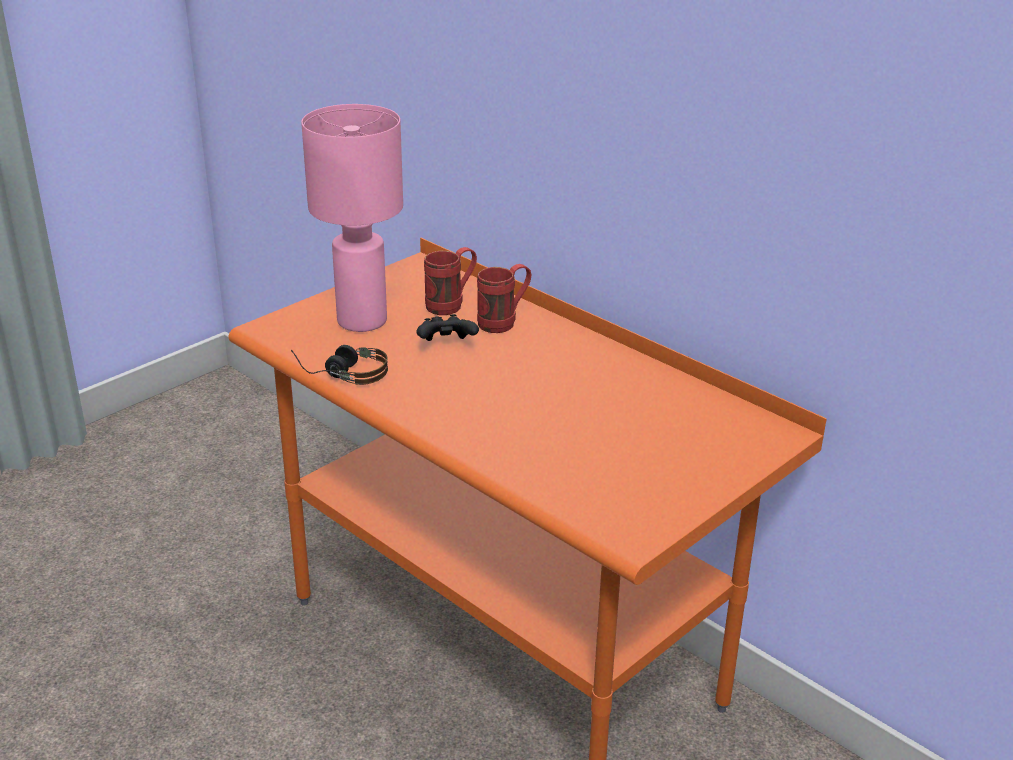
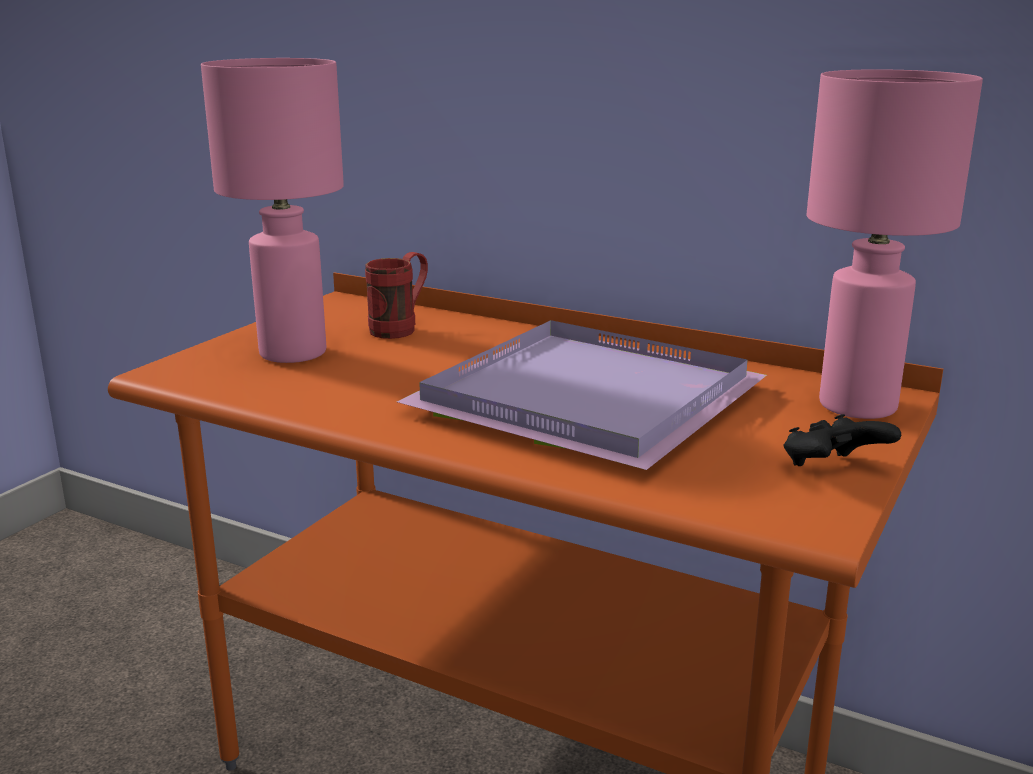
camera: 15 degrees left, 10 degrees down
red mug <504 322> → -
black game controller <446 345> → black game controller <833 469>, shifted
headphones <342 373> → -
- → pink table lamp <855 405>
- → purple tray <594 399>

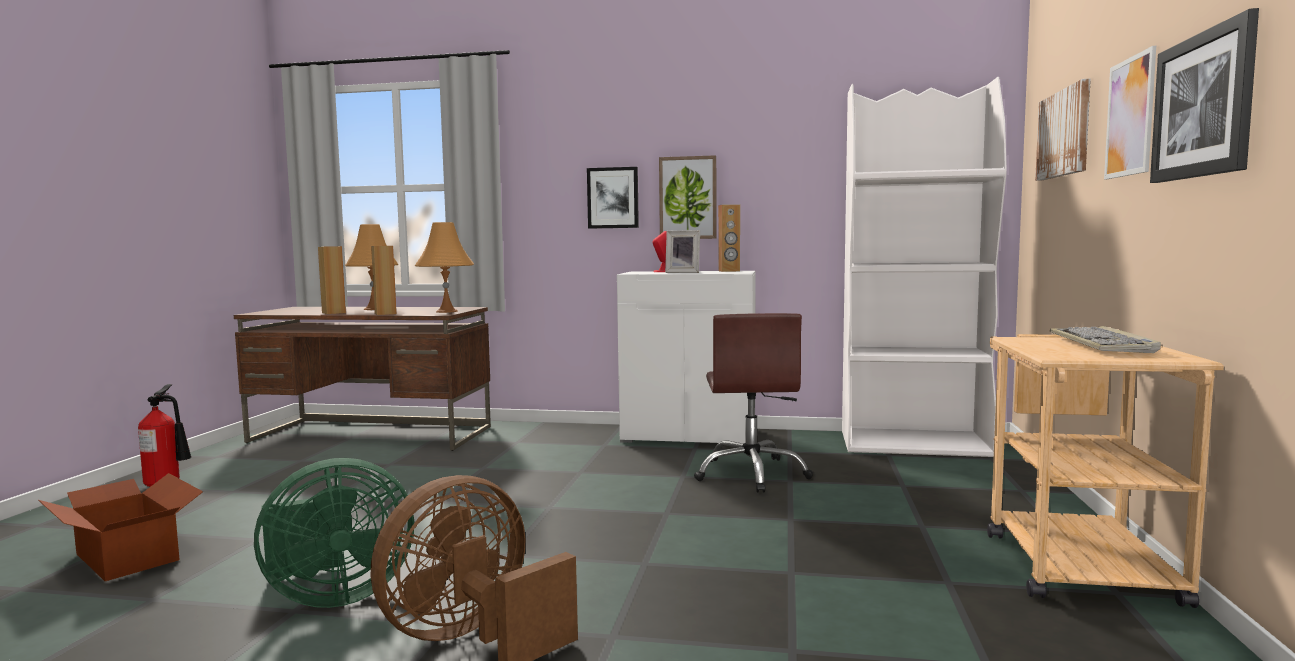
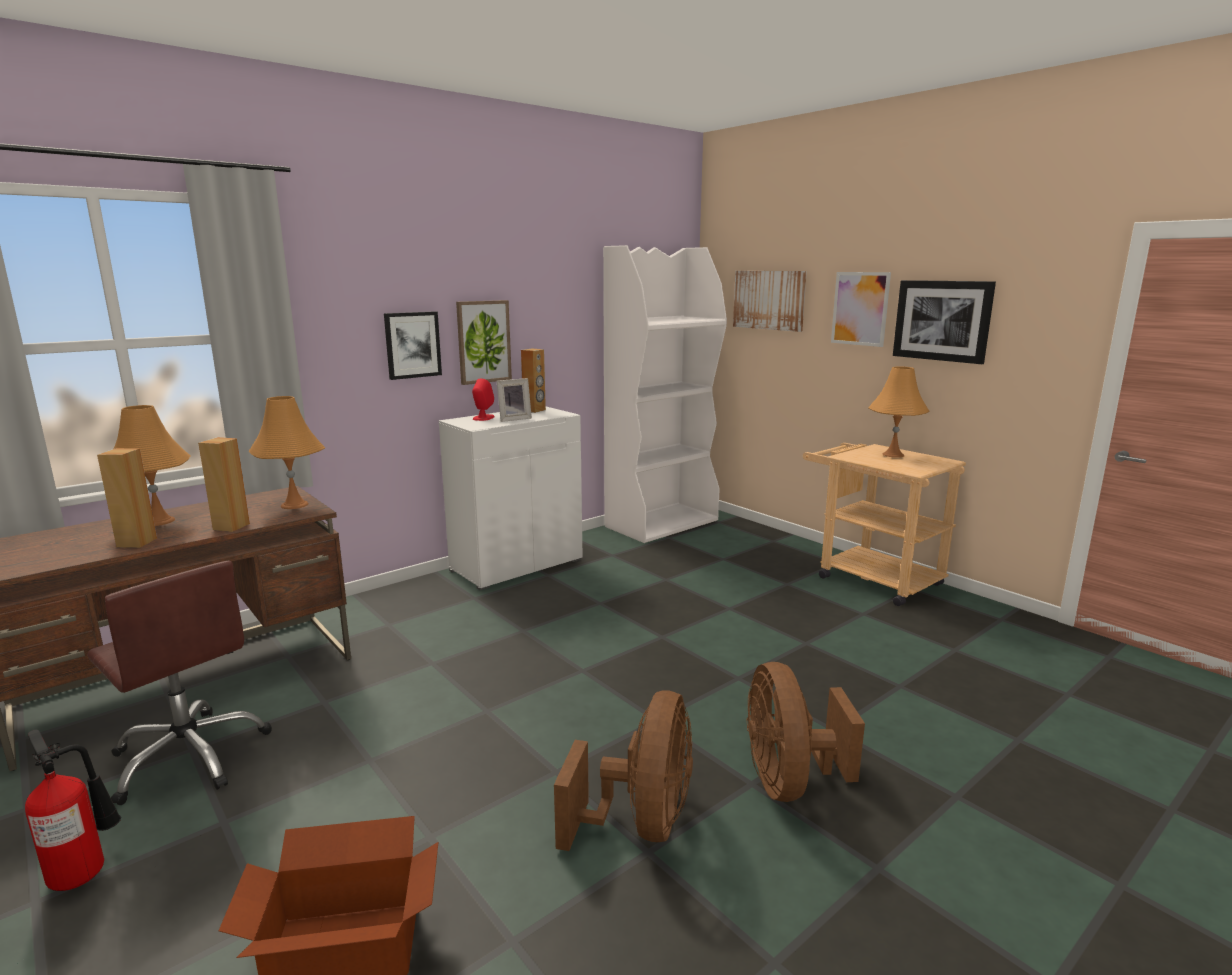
camera: 50 degrees left, 10 degrees up
brown office chair <752 474> → brown office chair <190 756>, shifted
keyboard <1102 344> → orange table lamp <893 455>
green fan <334 596> → brown fan <641 823>

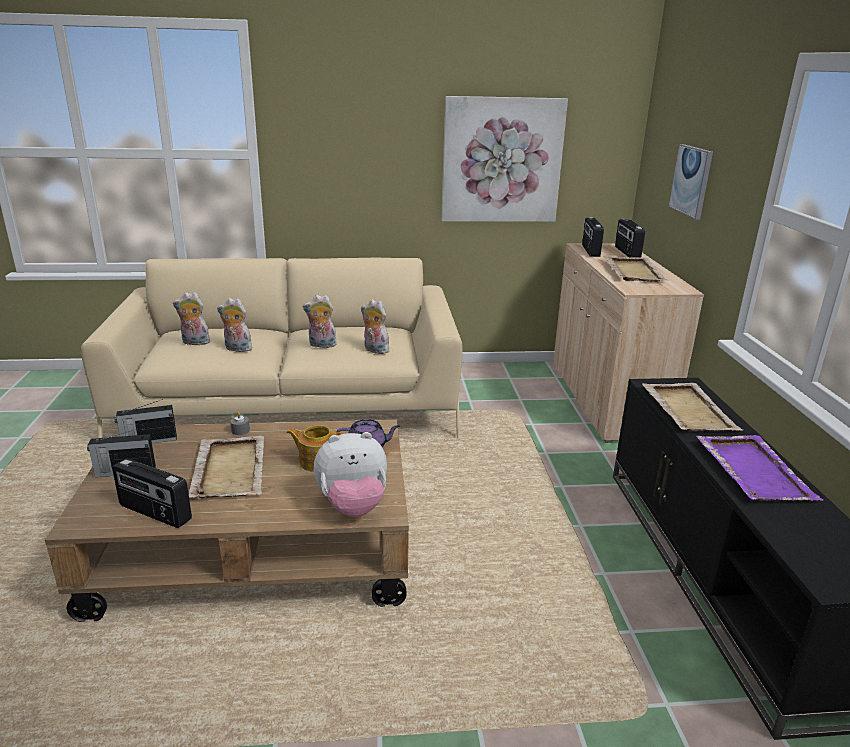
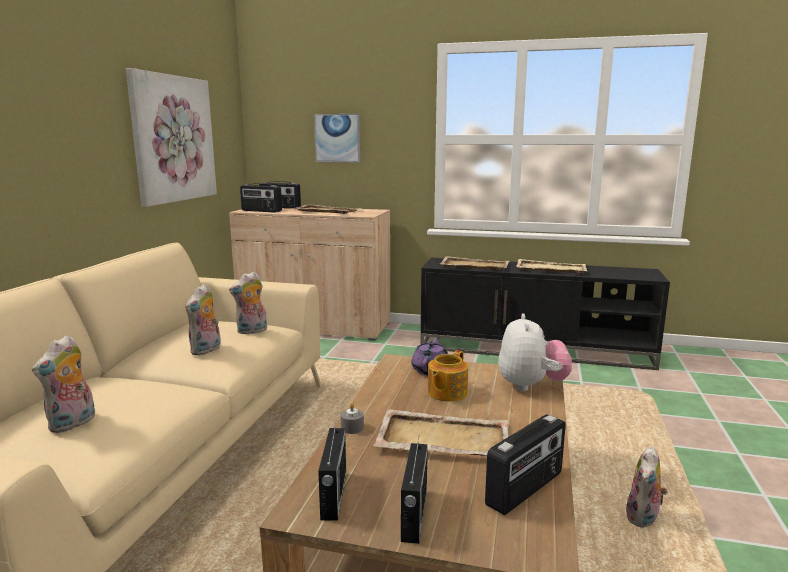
camera: 70 degrees left, 10 degrees down
plush toy <236 349> → plush toy <643 519>, shifted
purple tray <753 470> → beige tray <550 268>

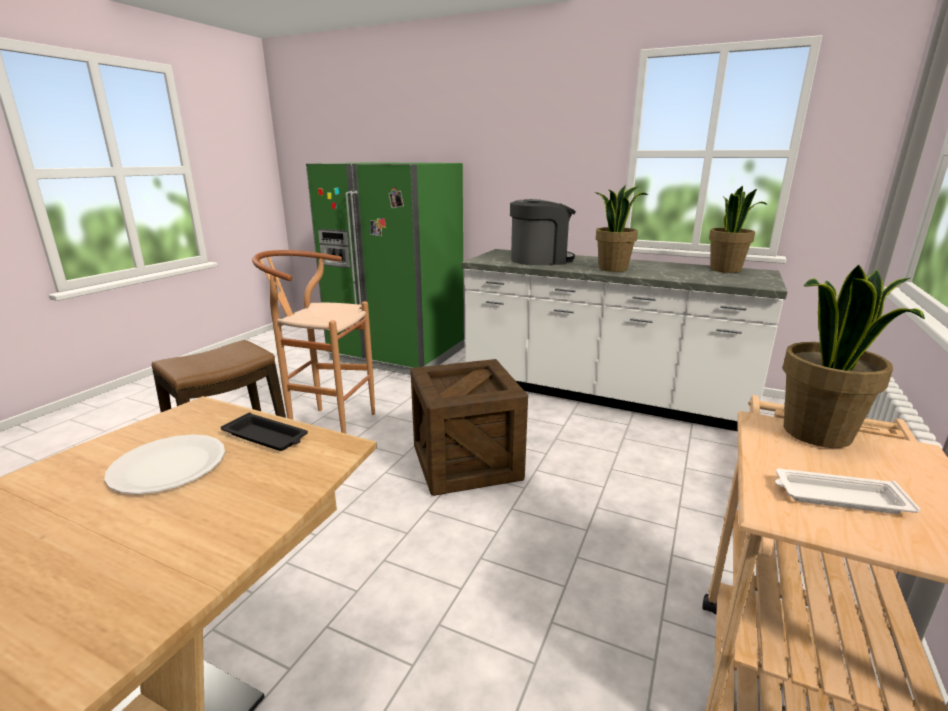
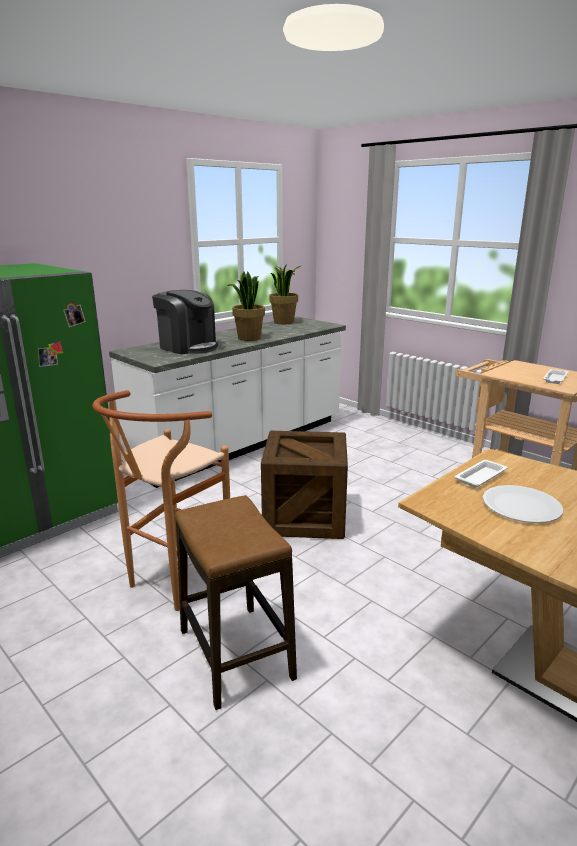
camera: 70 degrees left, 0 degrees up
coffee machine <540 260> → coffee machine <188 347>, 120 degrees clockwise
potted plant <818 433> → -
black tray <266 437> → white tray <481 476>

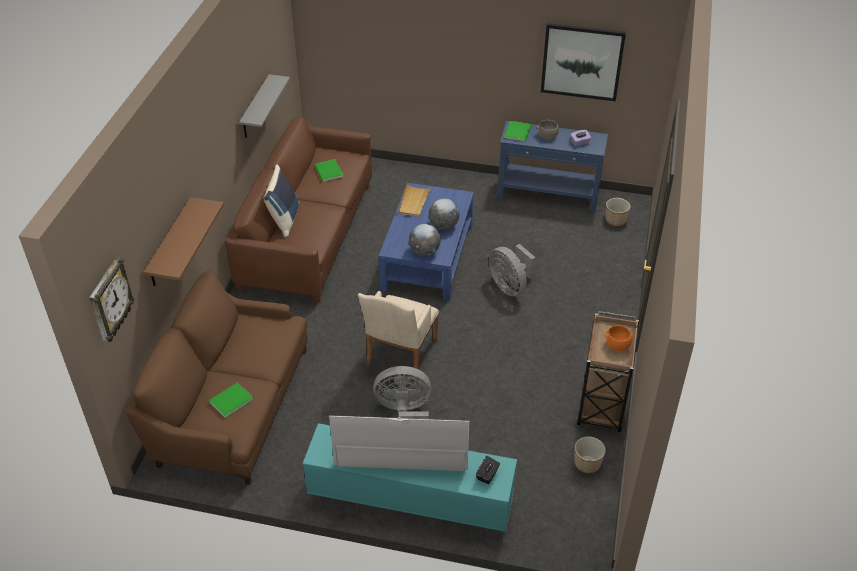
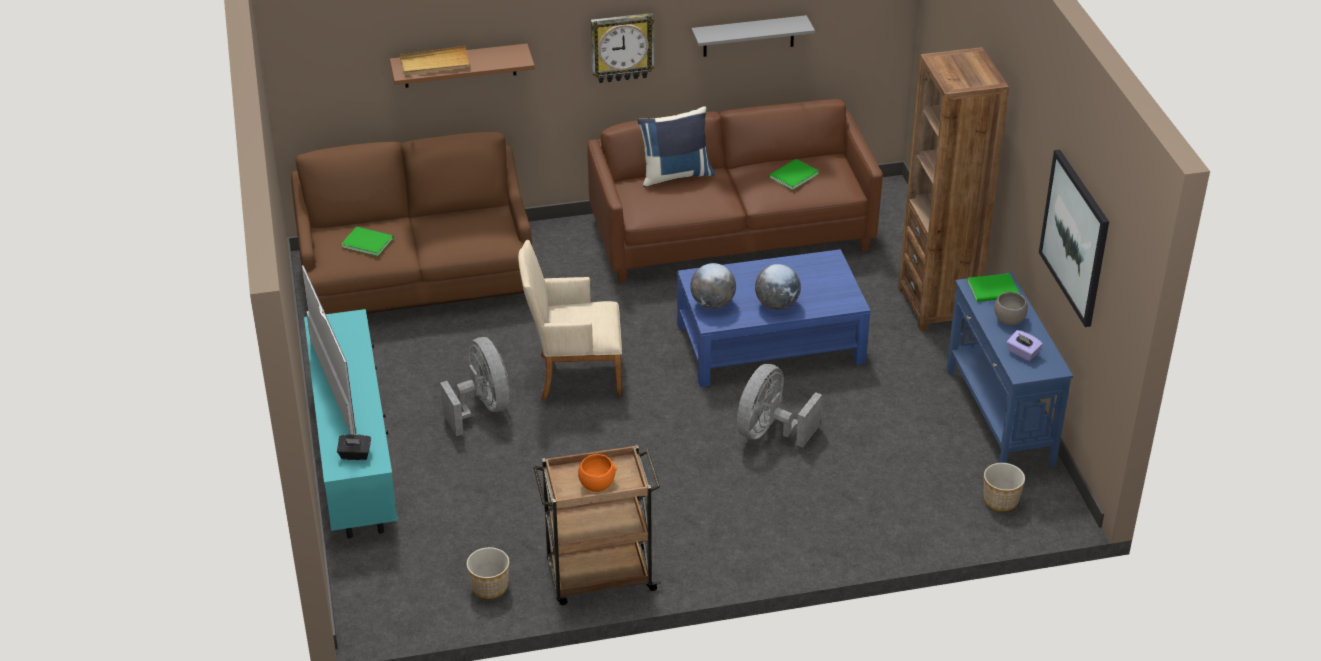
camera: 65 degrees right, 5 degrees down
beige tray <414 202> → beige tray <435 64>, shifted
wall clock <109 301> → wall clock <622 47>, shifted
- → brown bookcase <938 305>

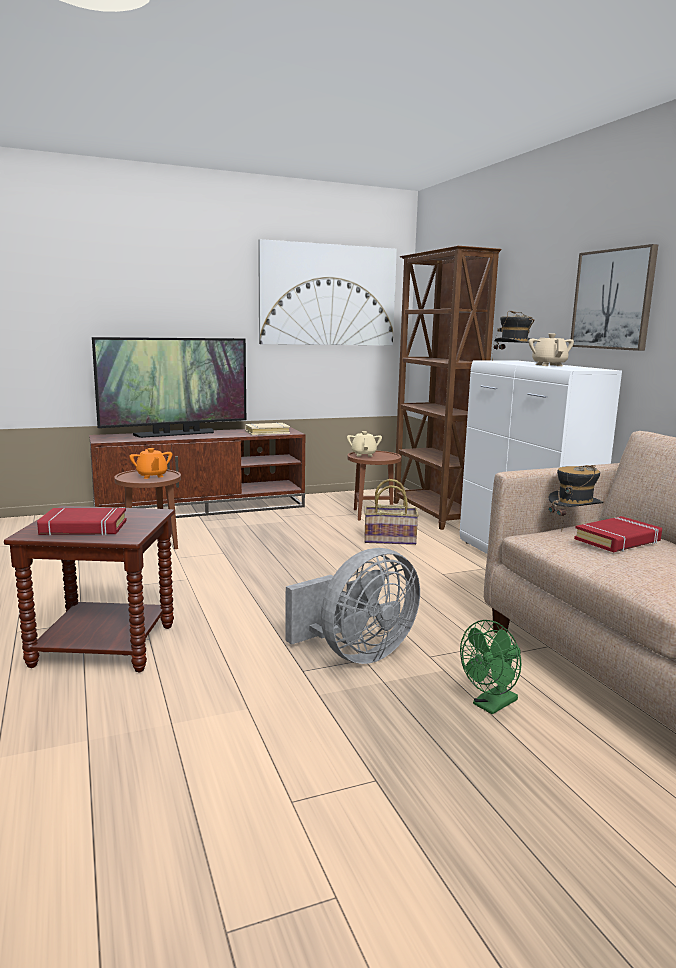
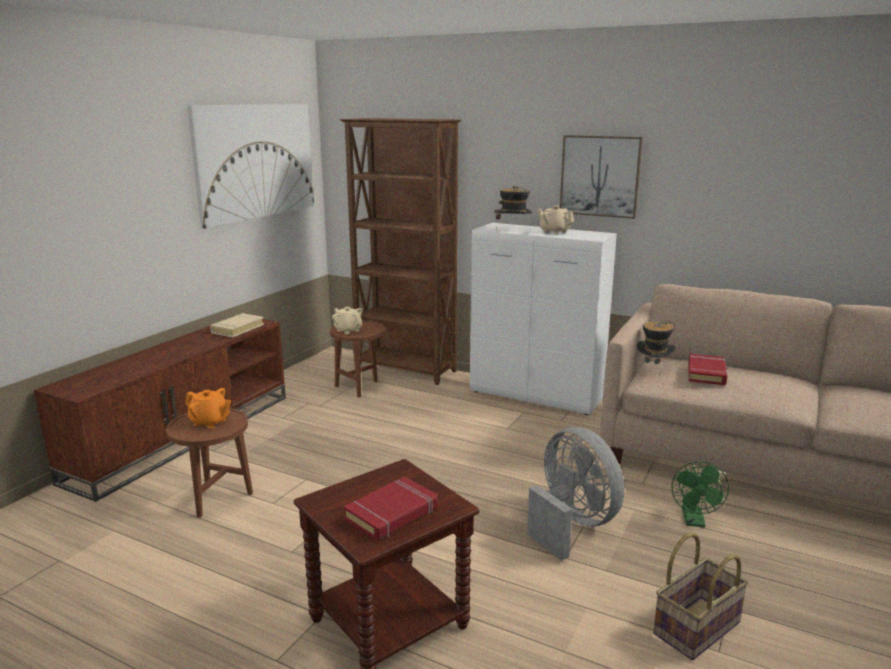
camera: 40 degrees left, 5 degrees up
television <175 434> → -
basket <390 539> → basket <695 627>, shifted
grey fan <357 654> → grey fan <571 525>, 45 degrees counterclockwise

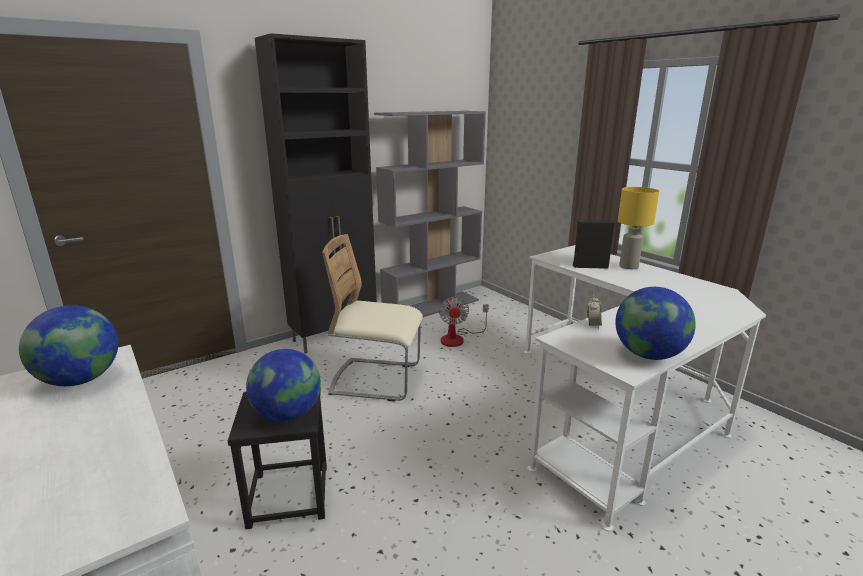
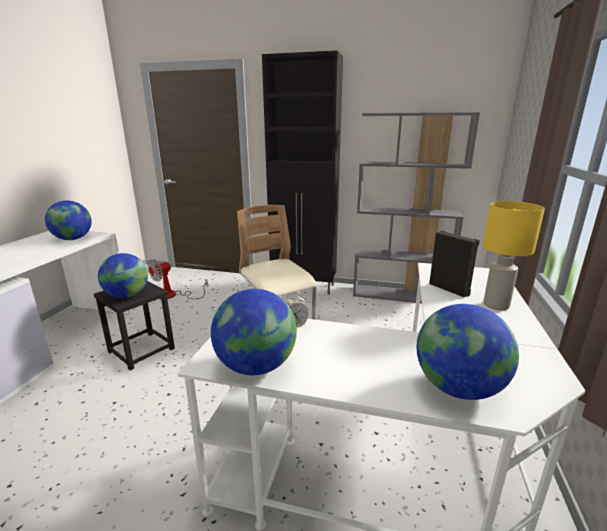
camera: 50 degrees right, 0 degrees up
fan <458 338> → fan <173 295>, shifted
- → globe <458 388>

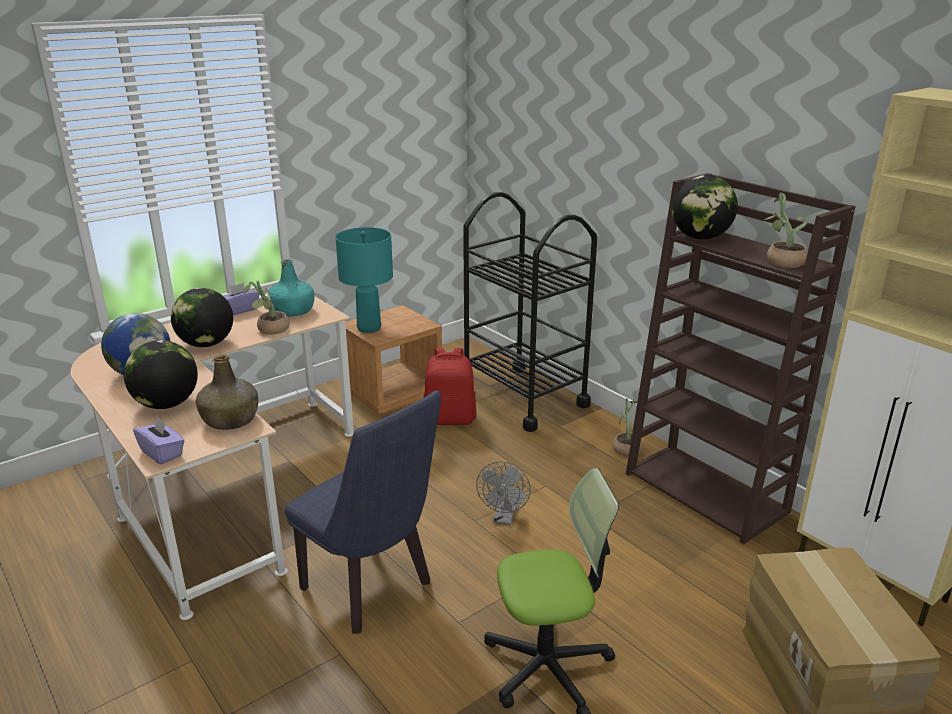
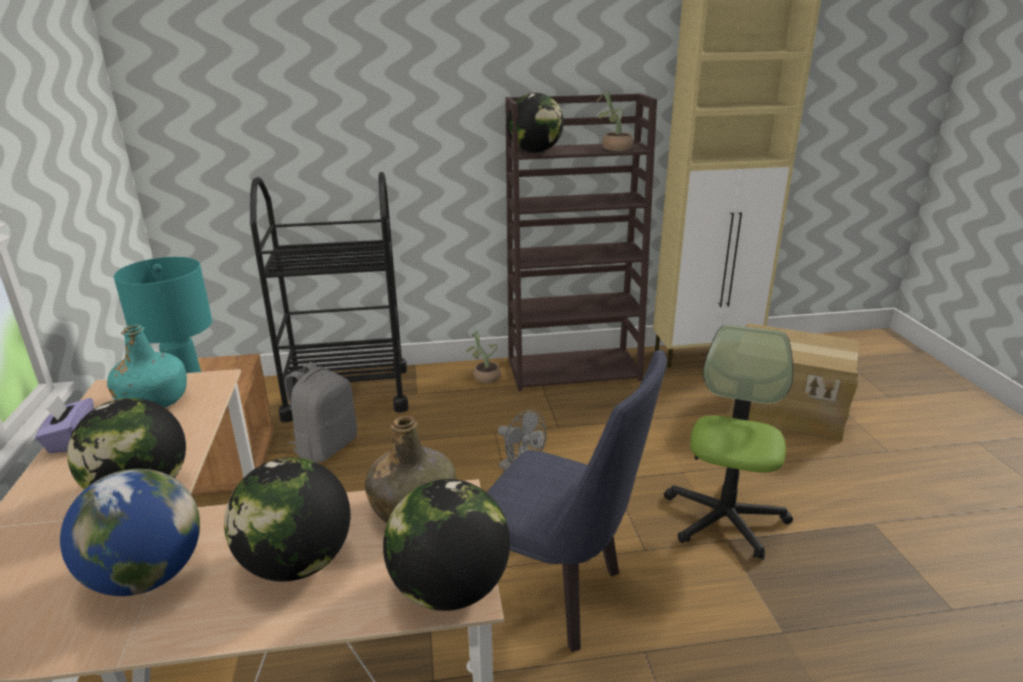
camera: 60 degrees left, 0 degrees up
potted plant <270 330> → -
red backpack <450 419> → grey backpack <325 446>
blue chair <373 591> → blue chair <563 595>, 45 degrees clockwise
purple tissue box <162 453> → globe <450 589>

